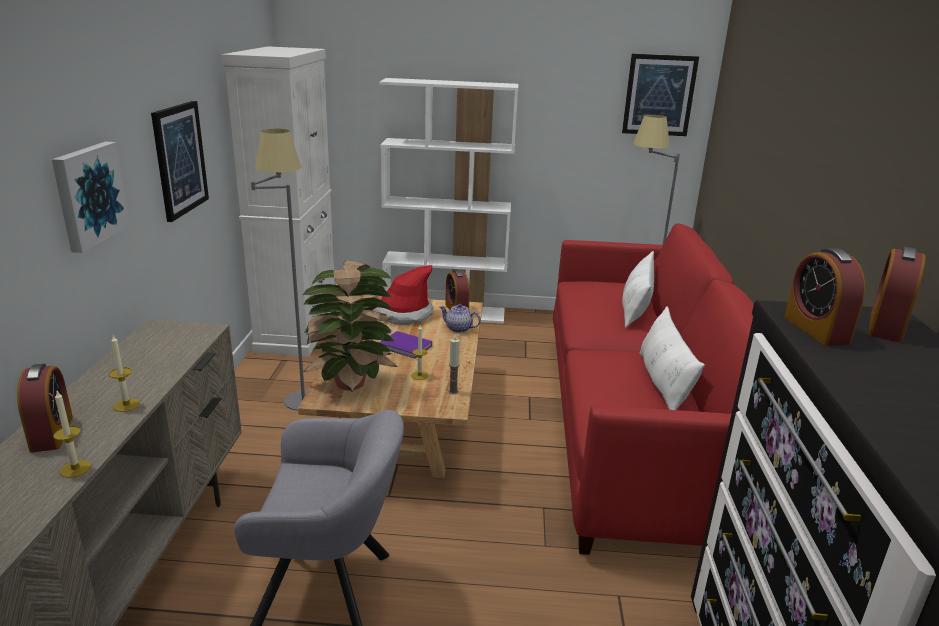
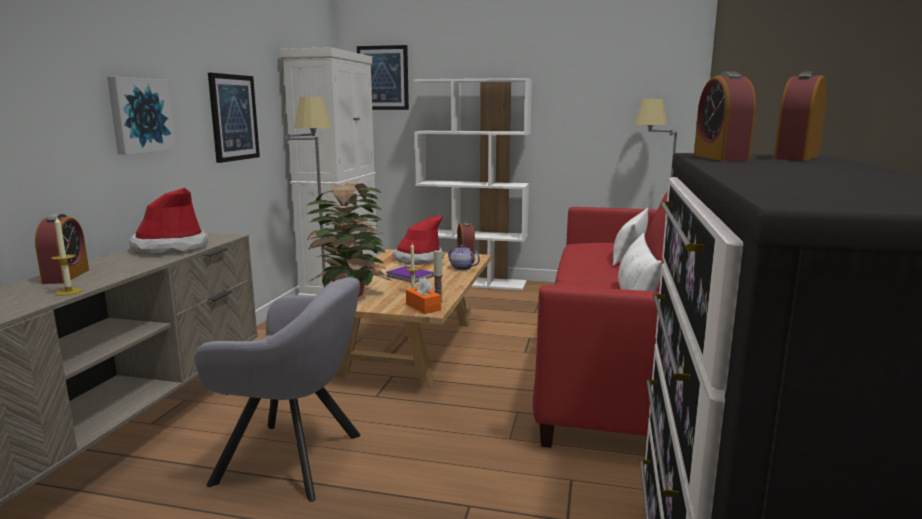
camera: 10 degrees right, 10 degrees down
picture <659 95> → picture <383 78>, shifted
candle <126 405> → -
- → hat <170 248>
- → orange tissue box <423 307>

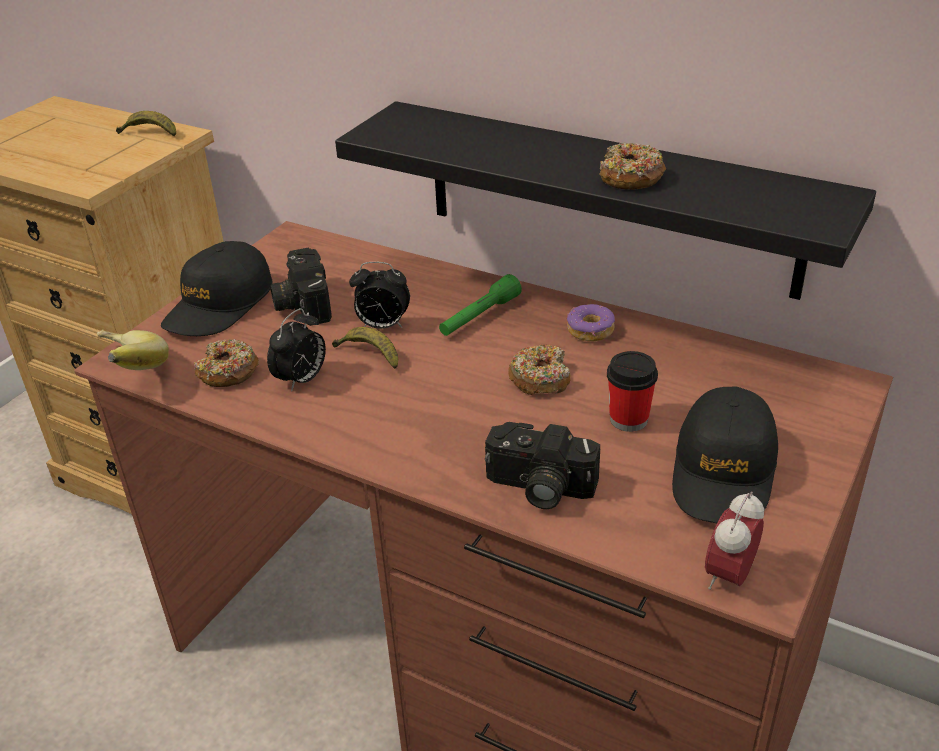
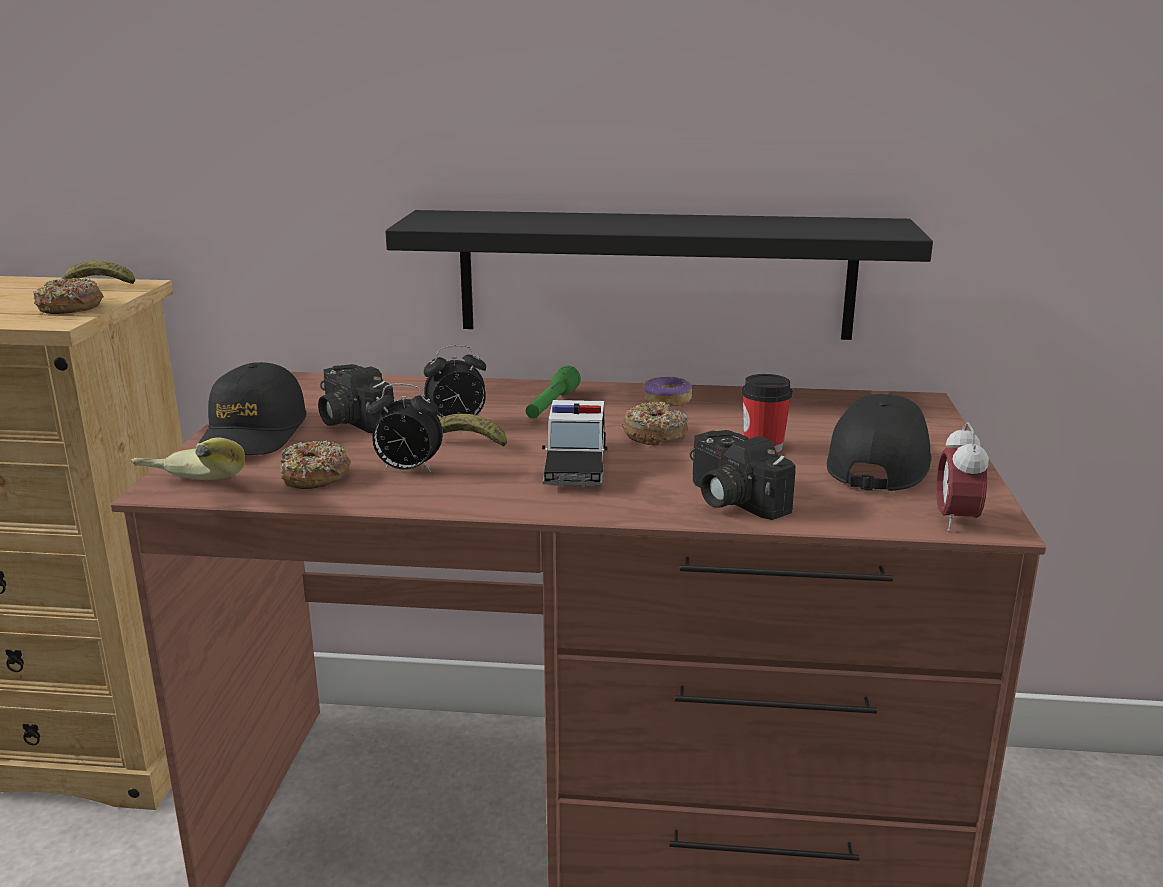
camera: 25 degrees left, 15 degrees down
donut <630 177> → donut <70 307>, shifted
alarm clock <302 380> → alarm clock <407 470>, 90 degrees clockwise
black cap <724 471> → black cap <879 463>, 150 degrees counterclockwise
photo camera <538 488> → photo camera <729 499>, 60 degrees clockwise
- → toy car <576 464>

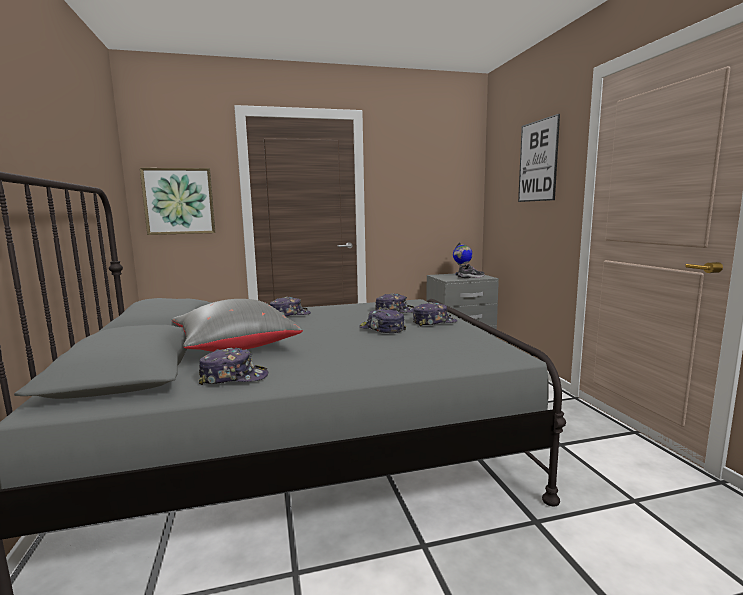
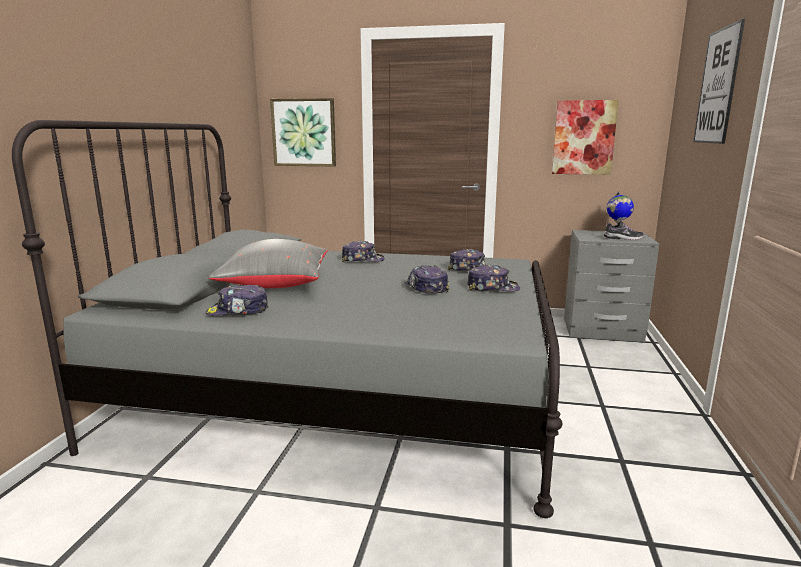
camera: 25 degrees right, 5 degrees up
cap <234 377> → cap <238 311>, 150 degrees clockwise
- → picture <583 137>

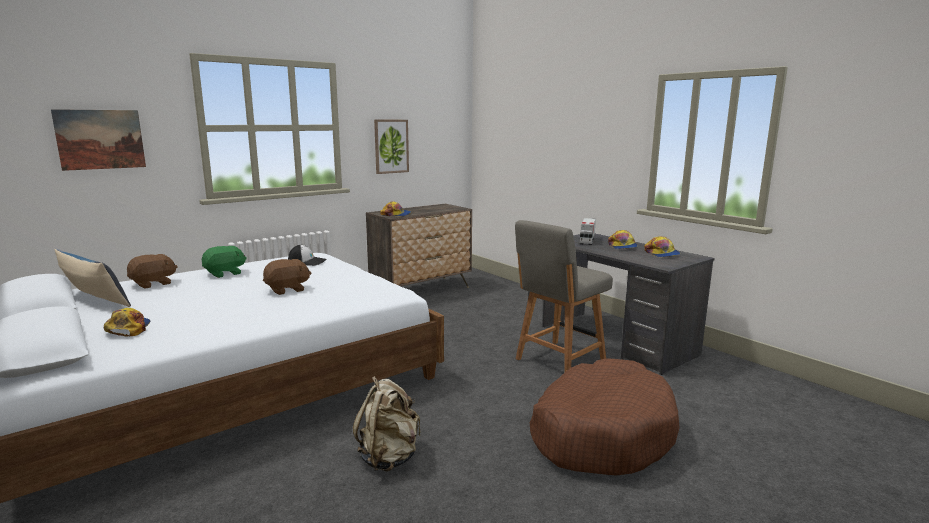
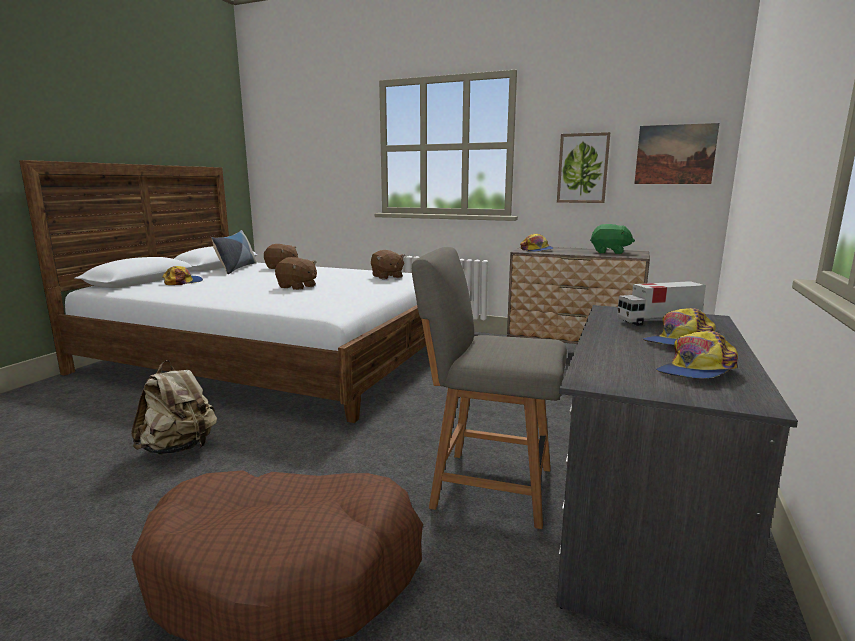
camera: 60 degrees right, 0 degrees up
picture <100 139> → picture <675 154>, shifted
cap <307 262> → brown plush toy <387 277>
green plush toy <225 273> → green plush toy <609 252>, shifted

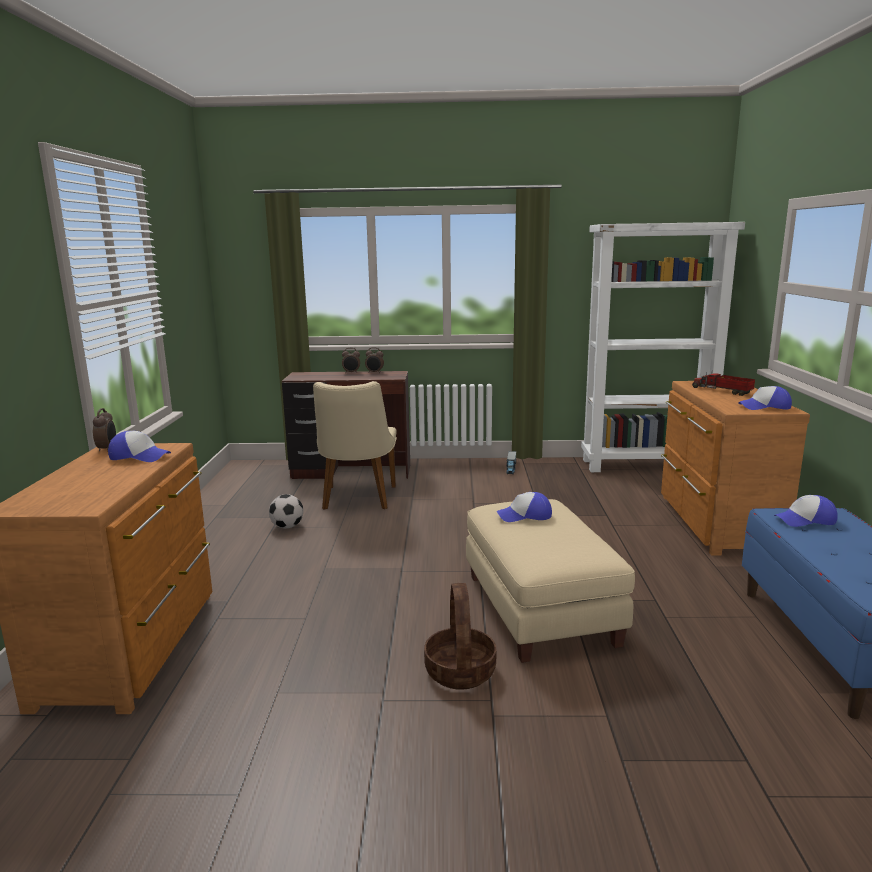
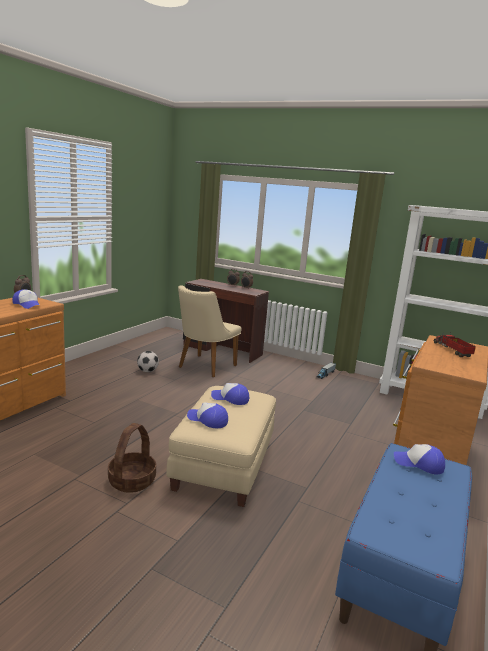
camera: 25 degrees right, 0 degrees up
cap <765 407> → cap <207 420>, shifted

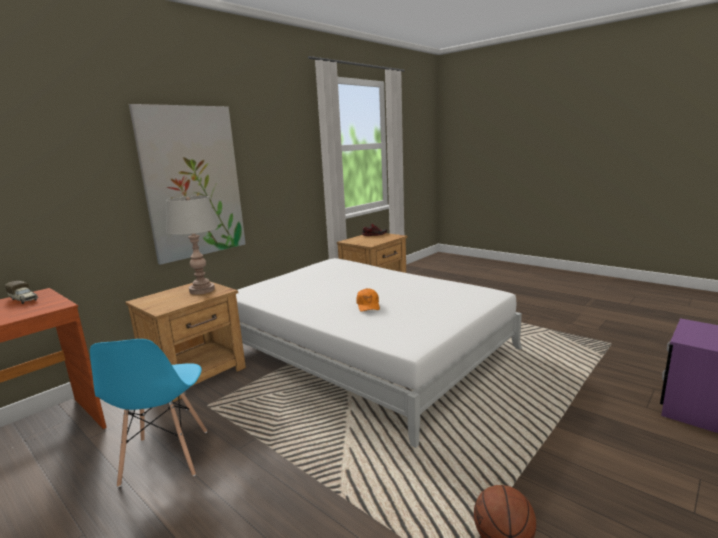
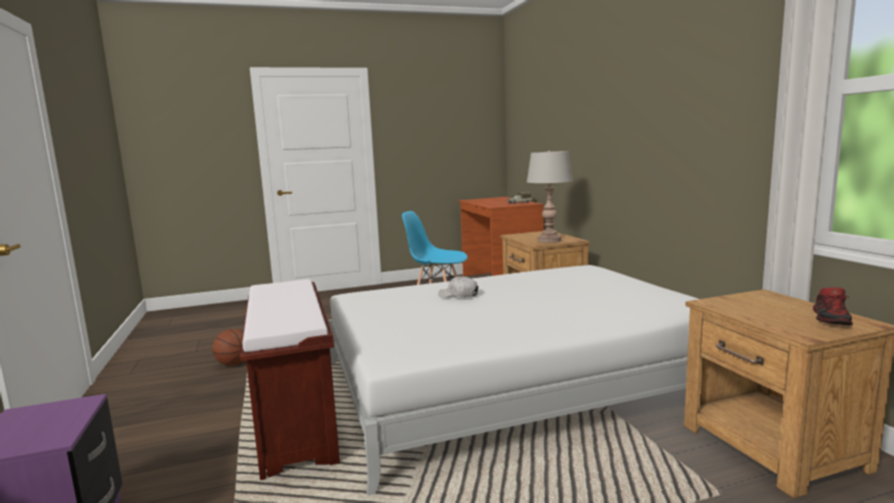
camera: 120 degrees right, 5 degrees down
picture <193 182> → -
orange cap <368 305> → white cap <458 295>
- → brown bench <297 423>

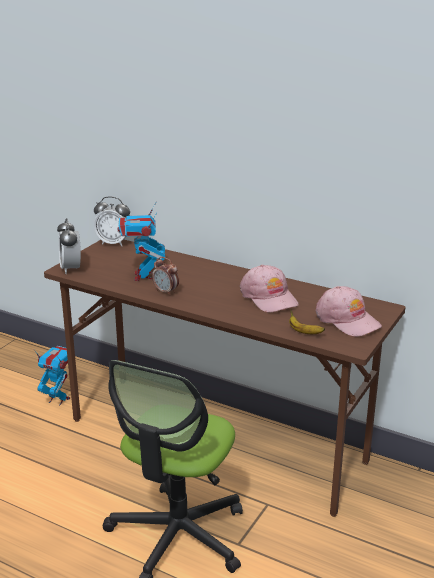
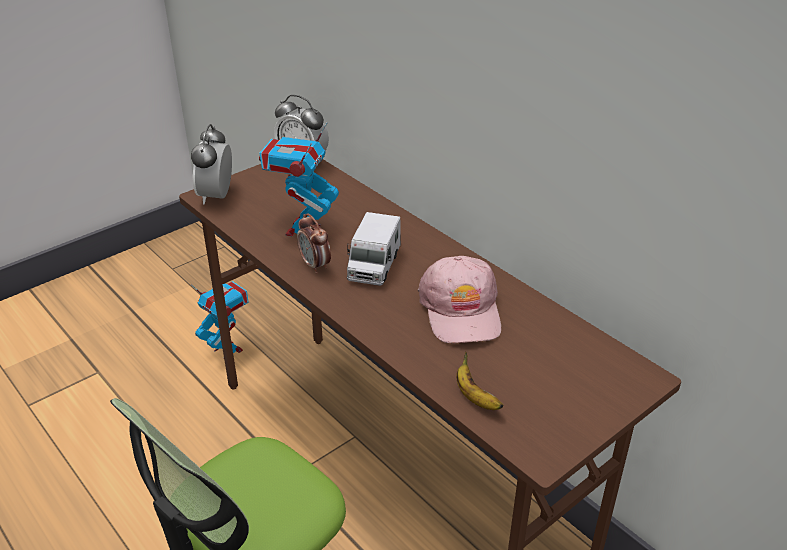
camera: 20 degrees right, 10 degrees up
pink cap <347 320> → -
- → toy truck <374 265>

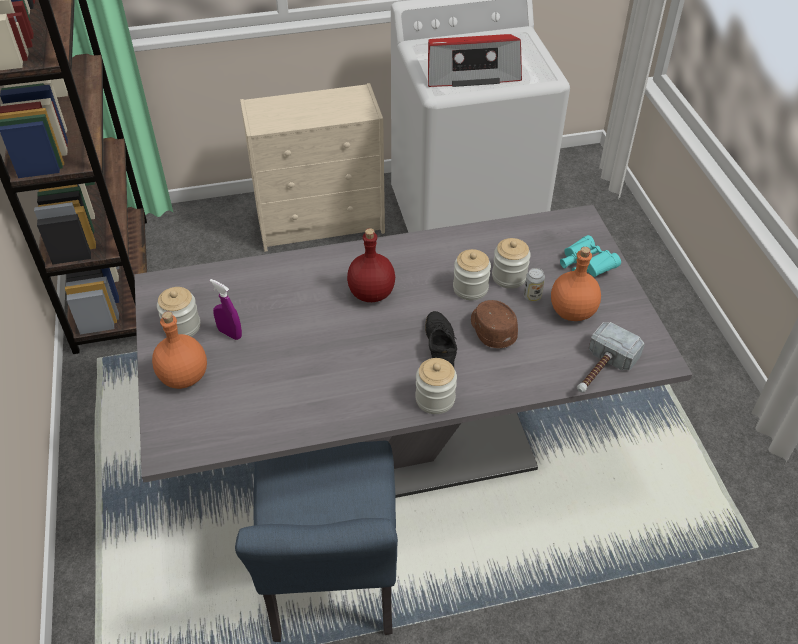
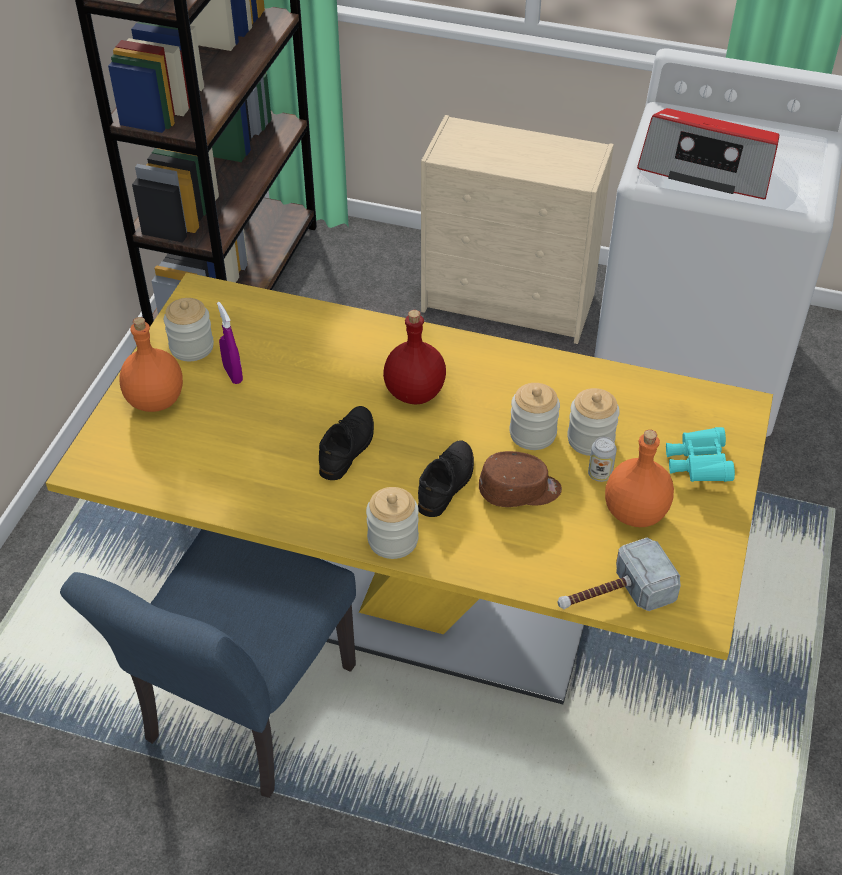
camera: 30 degrees right, 0 degrees up
grey dining table <398 444> → yellow dining table <420 598>
brown cap <491 329> → brown cap <520 491>, 75 degrees clockwise
- → black shoe <347 447>

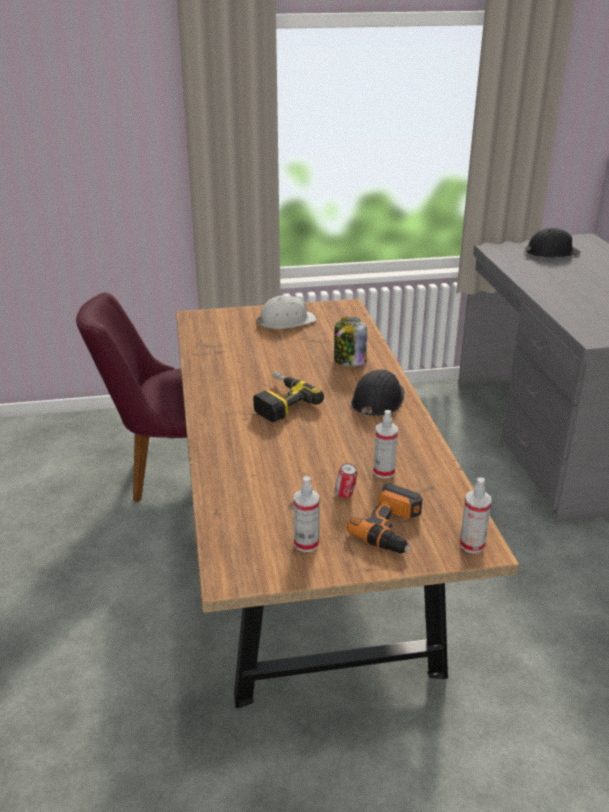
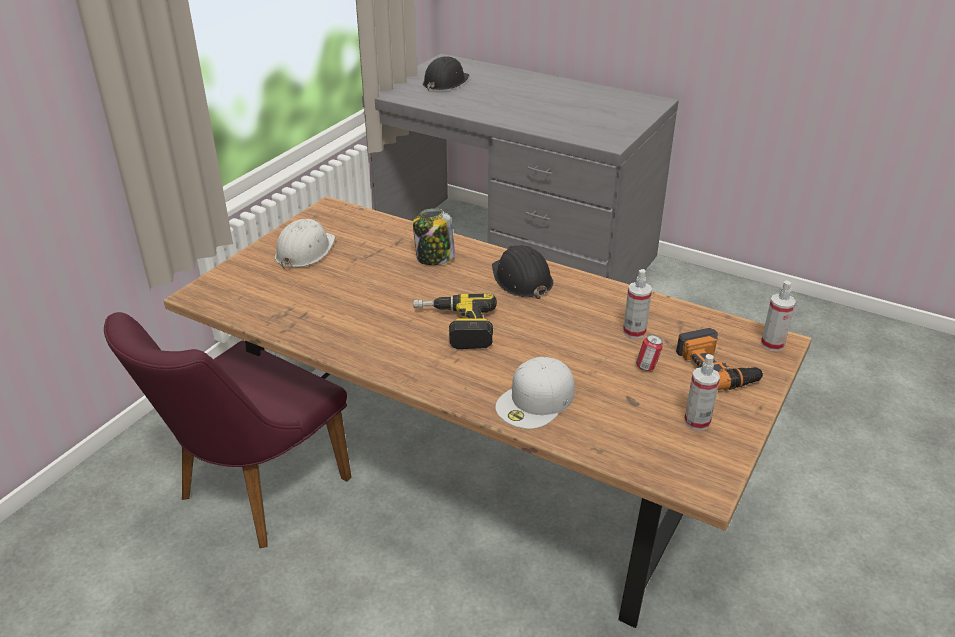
camera: 50 degrees left, 5 degrees up
- → white cap <536 401>

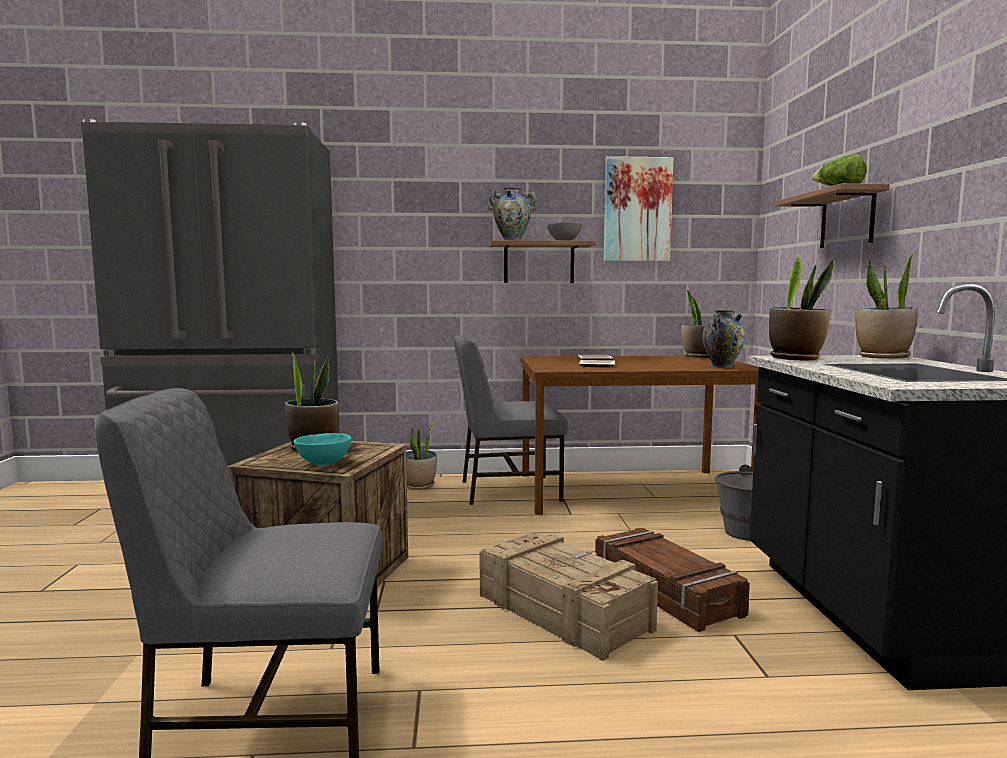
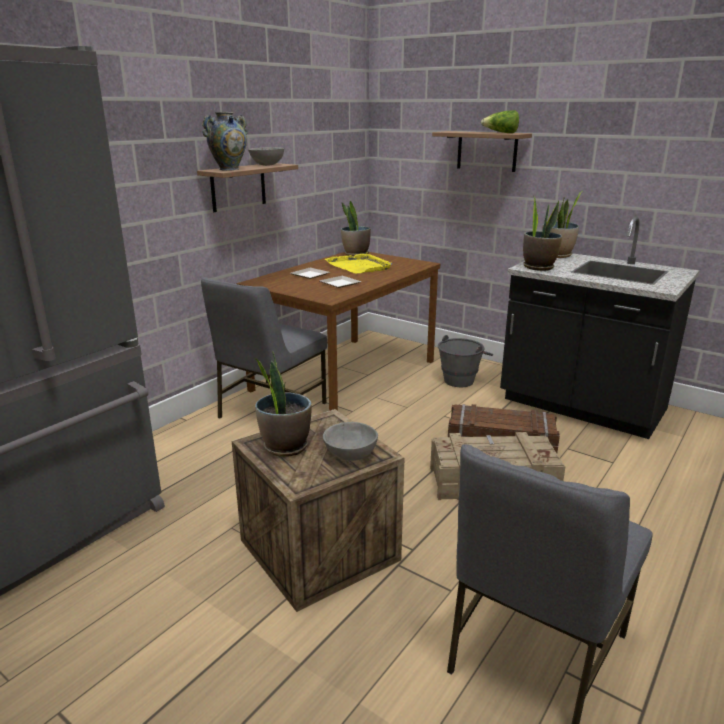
camera: 50 degrees left, 15 degrees up
picture <637 210> → -
vase <722 366> → -
potted plant <419 486> → -
turquoise bowl <322 463> → grey bowl <350 456>
- → yellow tray <359 266>

